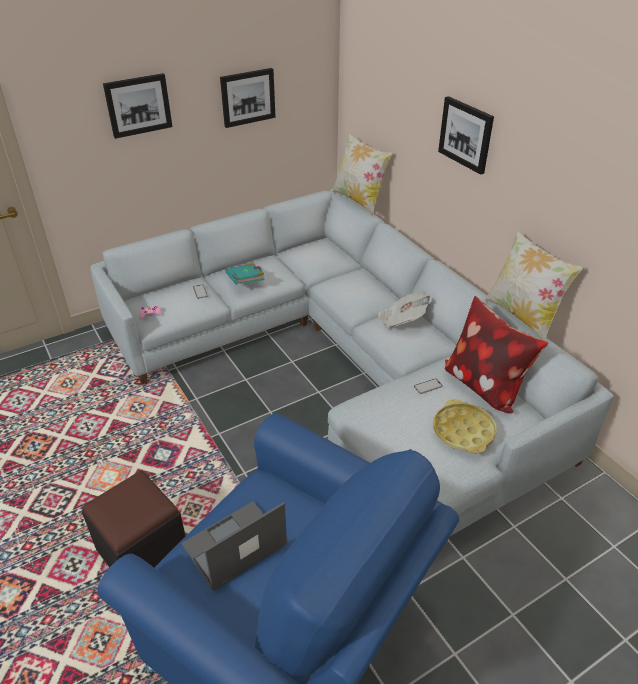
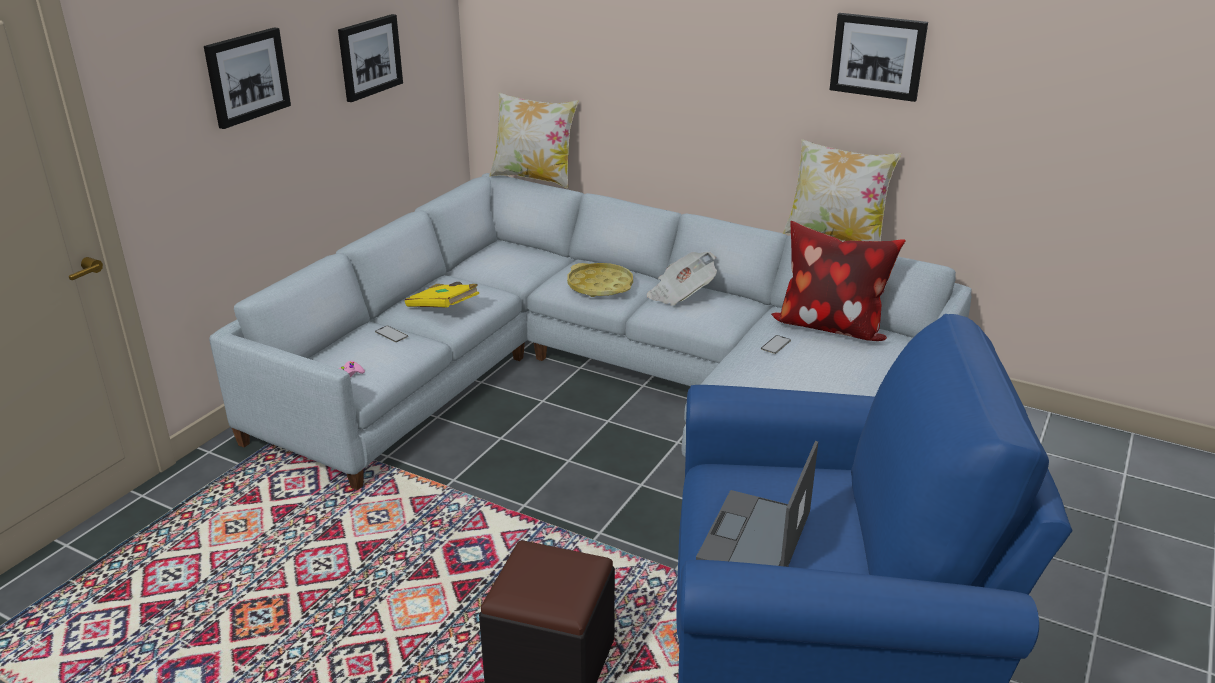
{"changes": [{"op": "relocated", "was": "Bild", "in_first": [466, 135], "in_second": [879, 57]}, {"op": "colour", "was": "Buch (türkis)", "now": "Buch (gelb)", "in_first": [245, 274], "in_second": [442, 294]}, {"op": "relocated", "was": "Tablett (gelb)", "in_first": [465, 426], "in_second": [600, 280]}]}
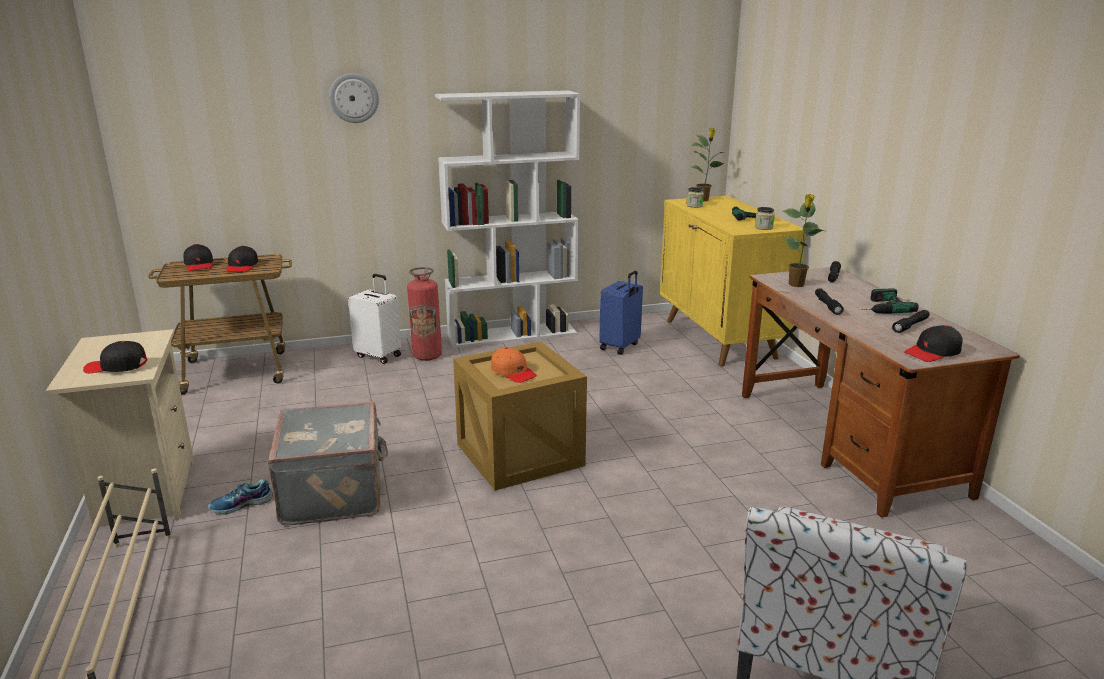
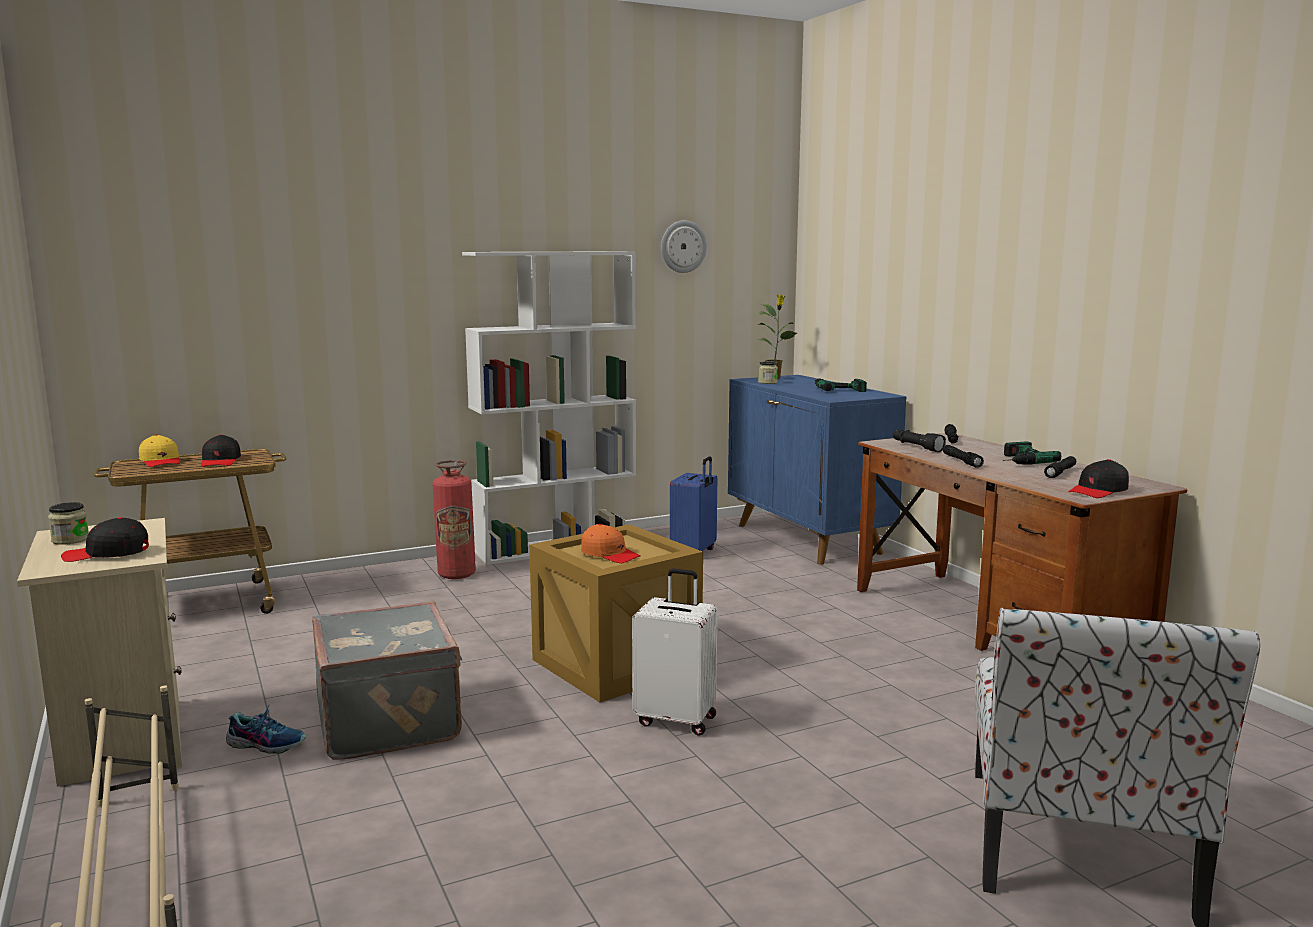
{"changes": [{"op": "relocated", "was": "Wanduhr", "in_first": [354, 98], "in_second": [684, 246]}, {"op": "exchanged", "was": "Topfpflanze", "now": "Taschenlampe (schwarz)", "in_first": [803, 240], "in_second": [919, 441]}, {"op": "colour", "was": "Schrank (gelb)", "now": "Schrank (blau)", "in_first": [733, 281], "in_second": [817, 470]}, {"op": "relocated", "was": "Vorratsglas", "in_first": [765, 218], "in_second": [68, 523]}, {"op": "colour", "was": "Kappe (schwarz)", "now": "Kappe (gelb)", "in_first": [198, 257], "in_second": [159, 450]}, {"op": "relocated", "was": "Koffer (weiß)", "in_first": [374, 319], "in_second": [674, 652]}, {"op": "spun", "was": "Schuh", "in_first": [240, 497], "in_second": [266, 729], "clockwise": -135}]}
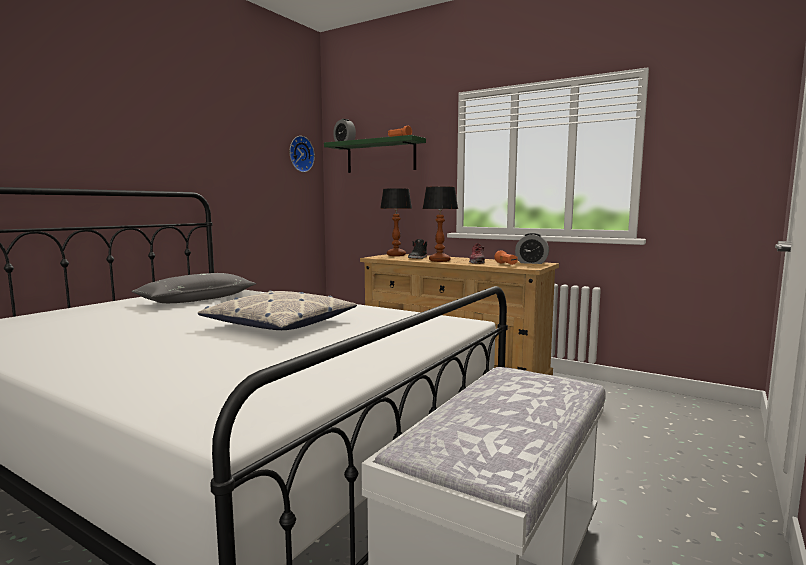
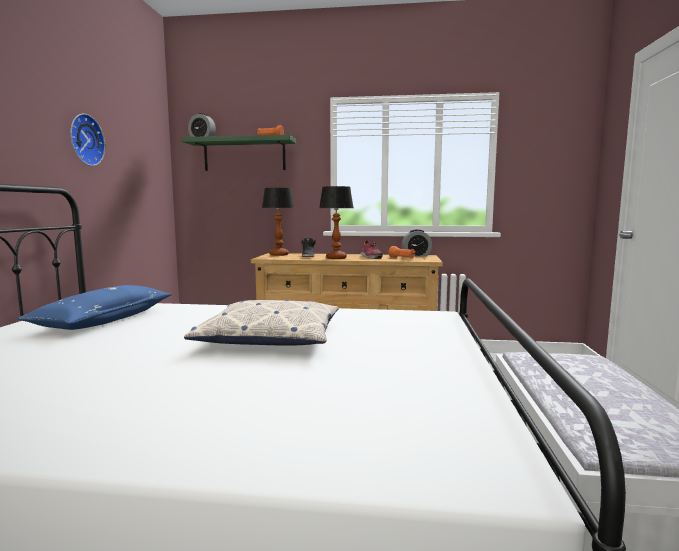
{"changes": [{"op": "relocated", "was": "Wanduhr", "in_first": [302, 154], "in_second": [87, 140]}, {"op": "colour", "was": "Kissen (grau)", "now": "Kissen (blau)", "in_first": [194, 288], "in_second": [94, 307]}]}
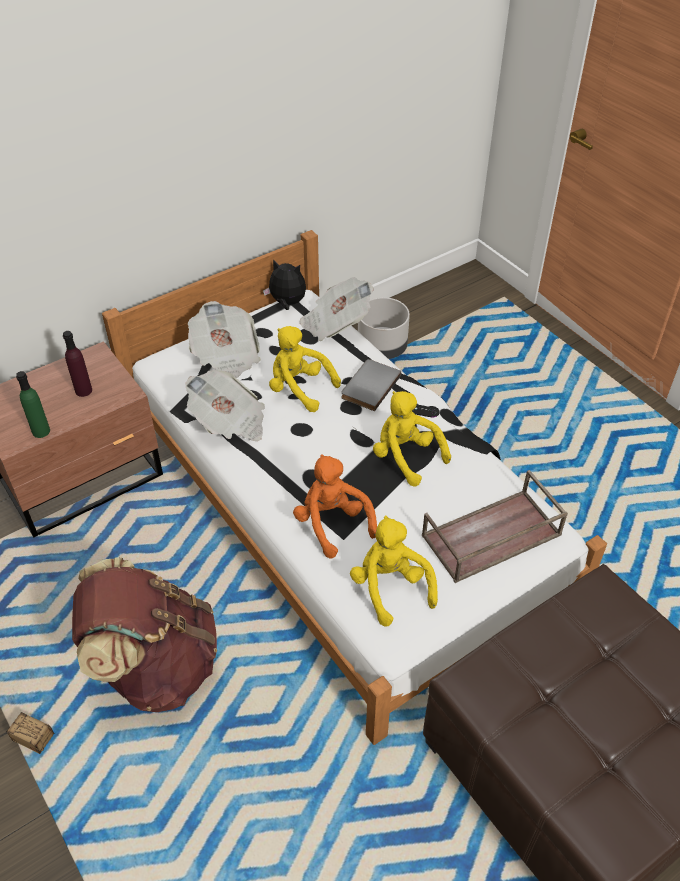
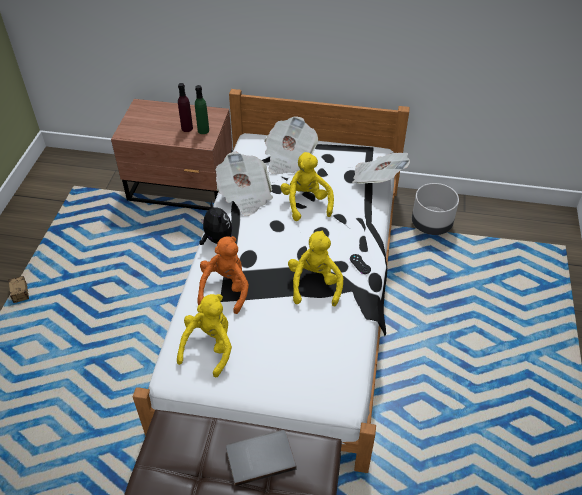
{"changes": [{"op": "relocated", "was": "Plüschtier", "in_first": [284, 285], "in_second": [215, 222]}, {"op": "relocated", "was": "Buch (grau)", "in_first": [371, 385], "in_second": [261, 458]}, {"op": "relocated", "was": "Flasche (grün)", "in_first": [33, 404], "in_second": [202, 109]}, {"op": "missing", "was": "Tablett (braun)", "in_first": [495, 526]}, {"op": "missing", "was": "Rucksack (braun)", "in_first": [144, 634]}]}
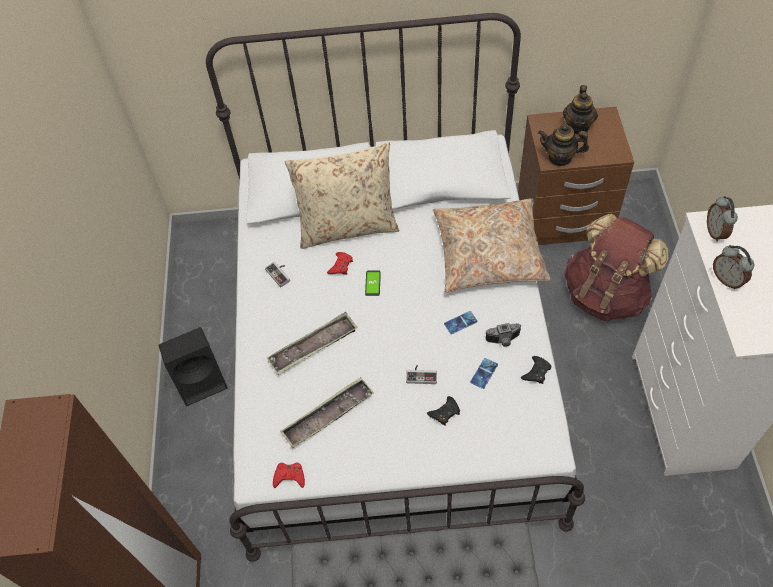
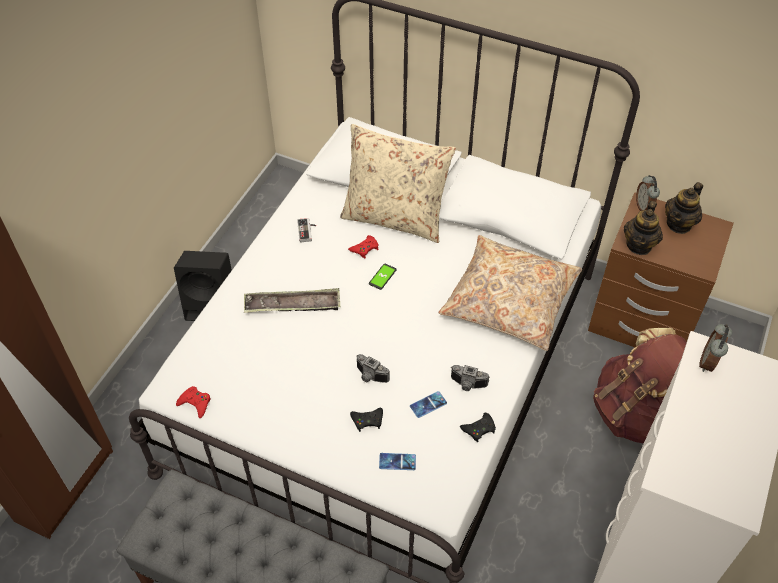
{"changes": [{"op": "spun", "was": "Teekanne", "in_first": [563, 145], "in_second": [643, 228], "clockwise": -105}, {"op": "relocated", "was": "Wecker", "in_first": [733, 267], "in_second": [648, 193]}, {"op": "relocated", "was": "Handy", "in_first": [461, 322], "in_second": [397, 461]}, {"op": "exchanged", "was": "Gamepad", "now": "Kamera", "in_first": [421, 374], "in_second": [373, 368]}, {"op": "missing", "was": "Tablett", "in_first": [327, 412]}]}
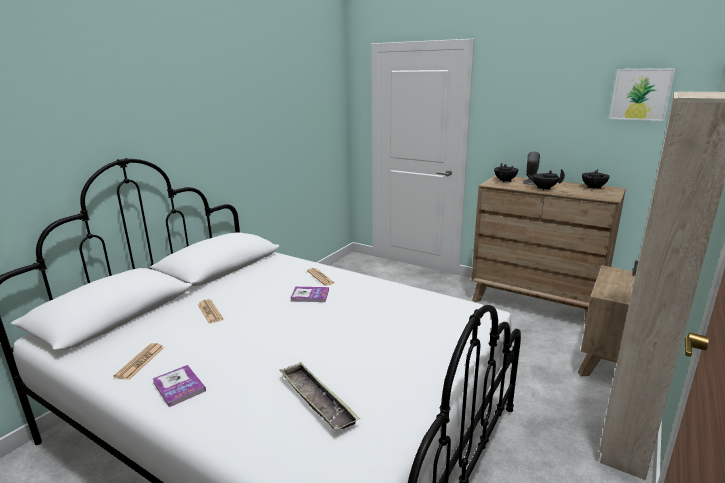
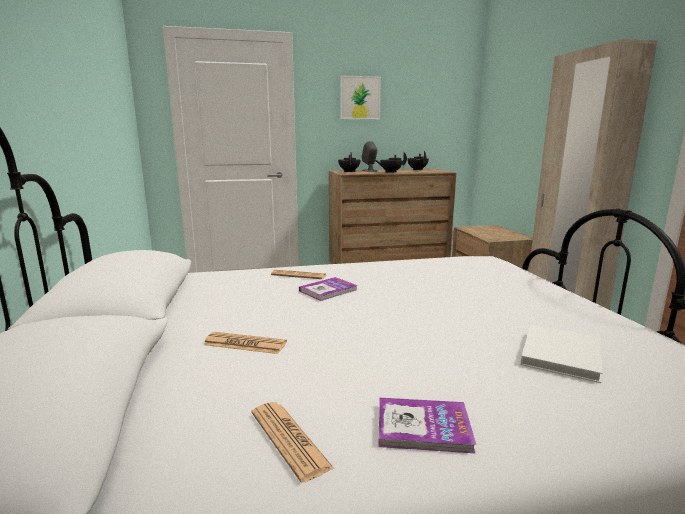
{"changes": [{"op": "relocated", "was": "Bild", "in_first": [642, 94], "in_second": [360, 98]}, {"op": "exchanged", "was": "Tablett", "now": "Buch (weiß)", "in_first": [319, 396], "in_second": [562, 353]}]}
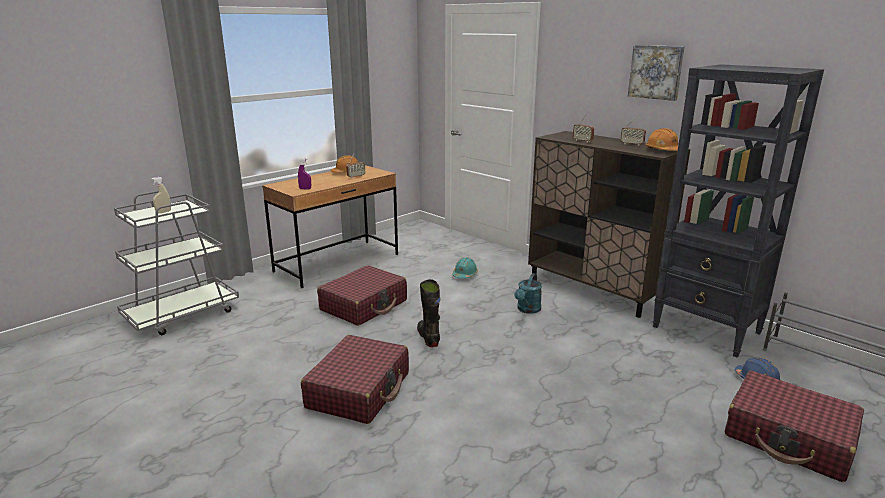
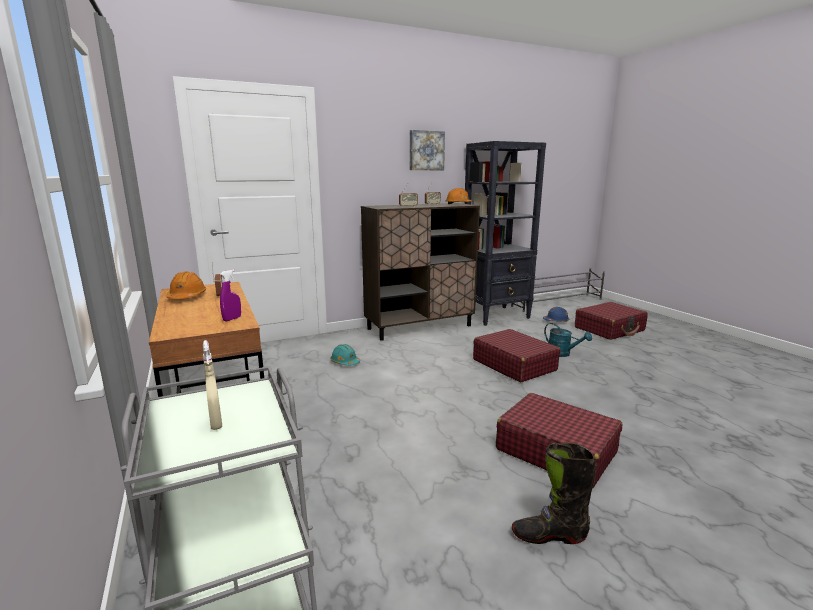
{"changes": [{"op": "relocated", "was": "Koffer (rot)", "in_first": [362, 295], "in_second": [516, 355]}, {"op": "relocated", "was": "Gießkanne (türkis)", "in_first": [528, 293], "in_second": [568, 340]}, {"op": "relocated", "was": "Stiefel (schwarz)", "in_first": [428, 313], "in_second": [554, 493]}]}
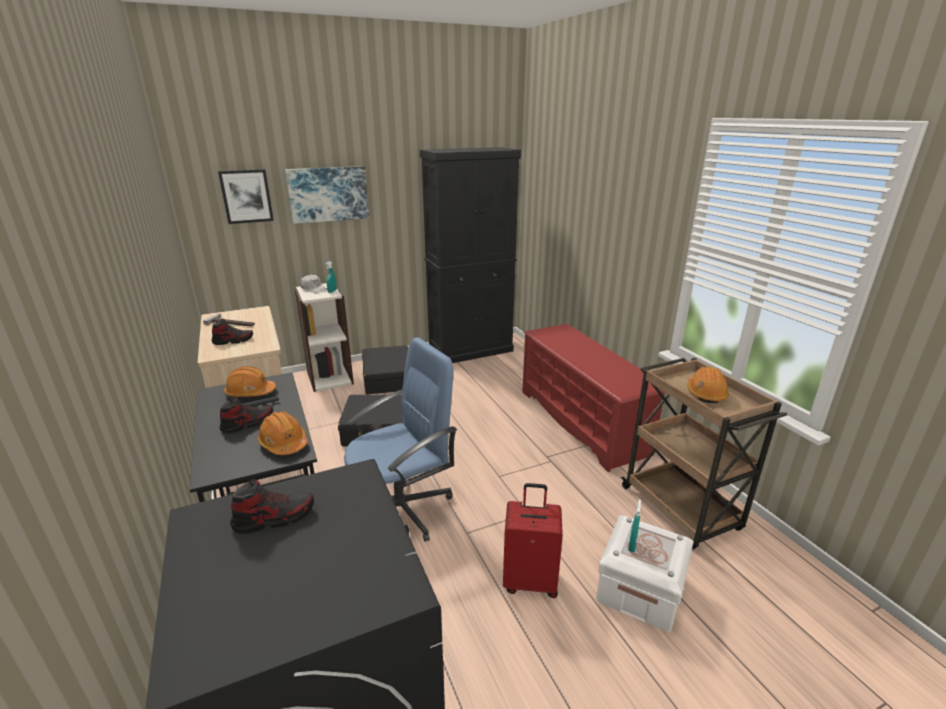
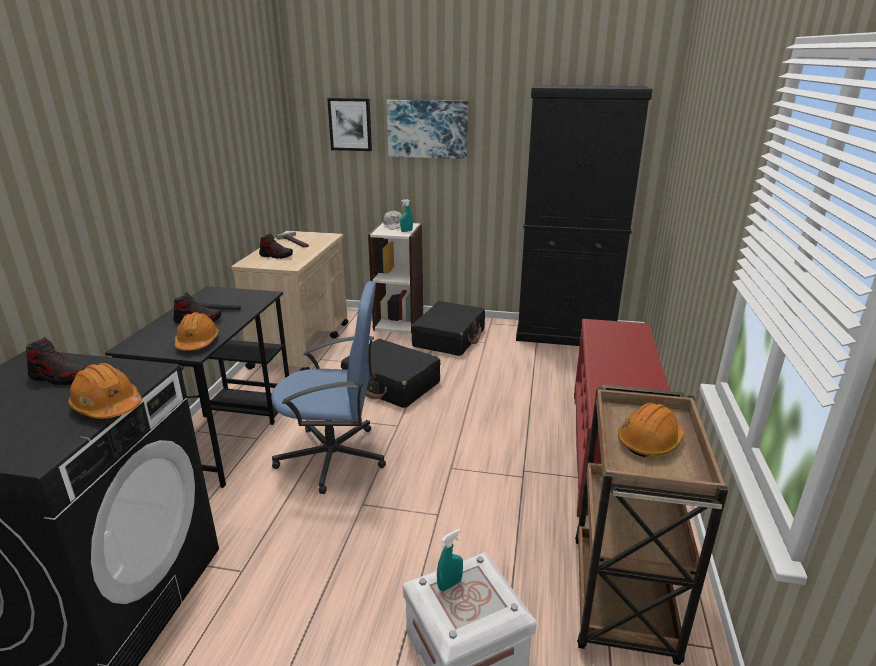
{"changes": [{"op": "relocated", "was": "Schutzhelm (orange)", "in_first": [250, 381], "in_second": [105, 391]}, {"op": "missing", "was": "Koffer (rot)", "in_first": [533, 540]}]}
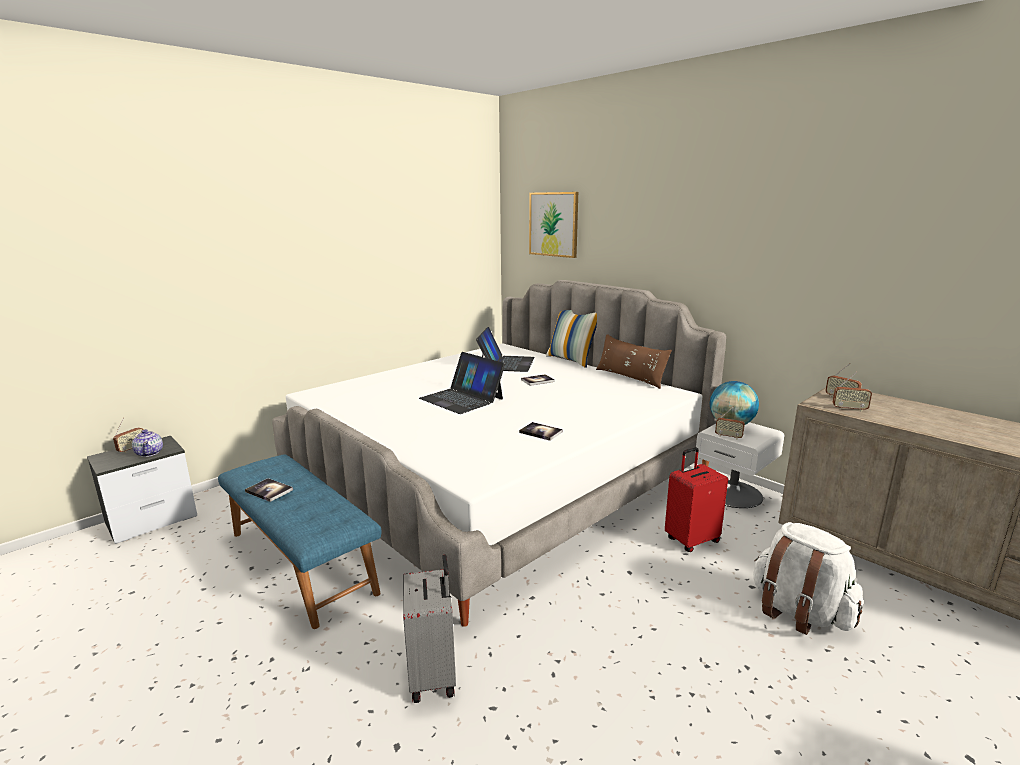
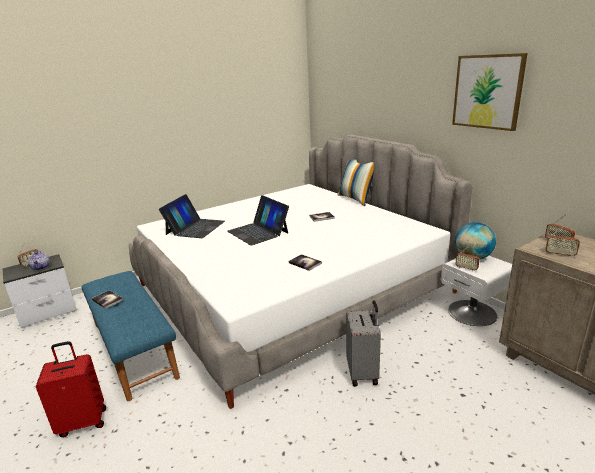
{"changes": [{"op": "relocated", "was": "Bild", "in_first": [553, 225], "in_second": [490, 92]}, {"op": "relocated", "was": "Laptop", "in_first": [505, 349], "in_second": [192, 216]}, {"op": "missing", "was": "Kissen (braun)", "in_first": [634, 361]}, {"op": "relocated", "was": "Koffer (rot)", "in_first": [696, 500], "in_second": [71, 389]}, {"op": "missing", "was": "Rucksack (weiß)", "in_first": [808, 578]}, {"op": "relocated", "was": "Koffer (grau)", "in_first": [429, 628], "in_second": [363, 343]}]}
